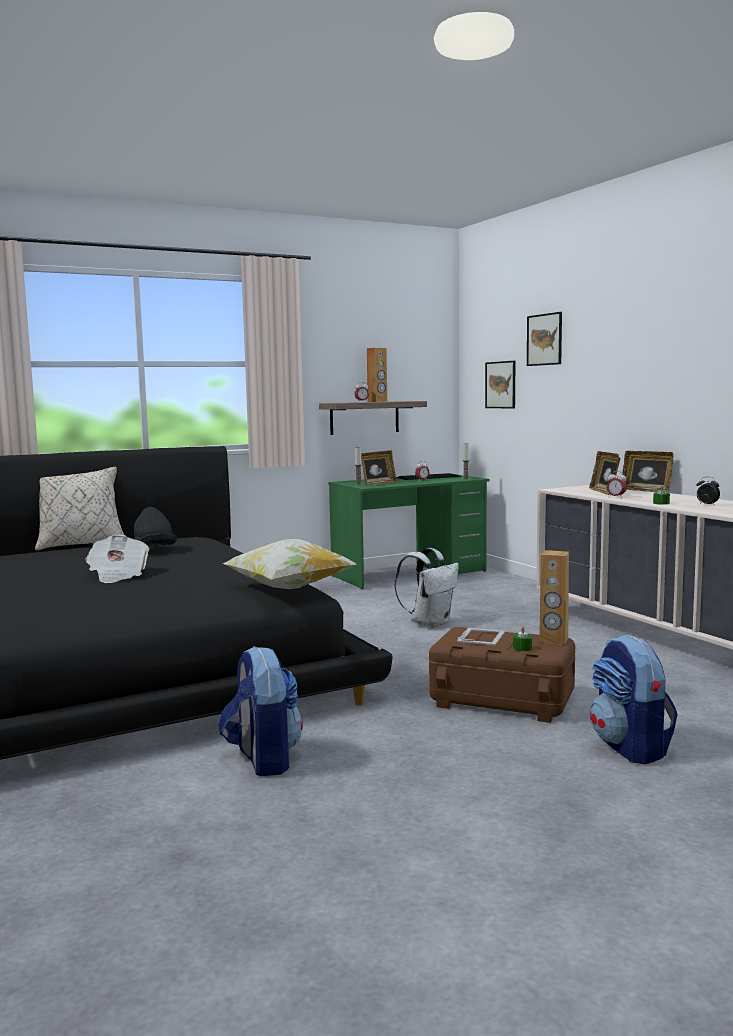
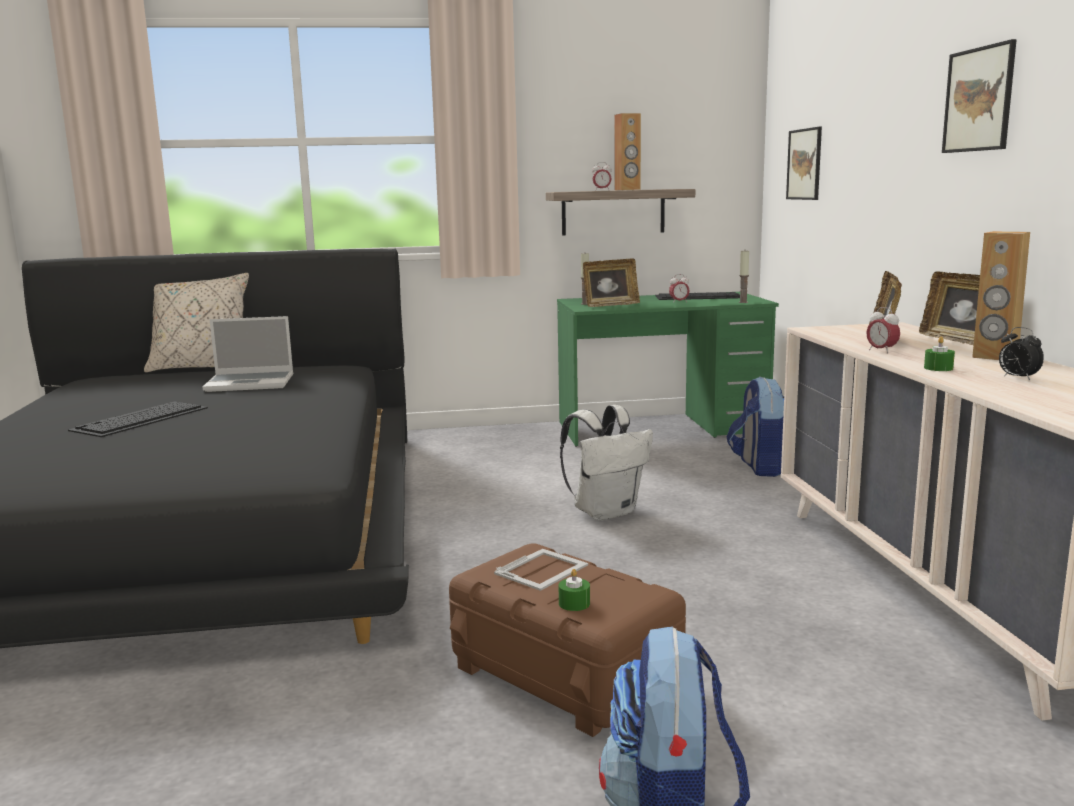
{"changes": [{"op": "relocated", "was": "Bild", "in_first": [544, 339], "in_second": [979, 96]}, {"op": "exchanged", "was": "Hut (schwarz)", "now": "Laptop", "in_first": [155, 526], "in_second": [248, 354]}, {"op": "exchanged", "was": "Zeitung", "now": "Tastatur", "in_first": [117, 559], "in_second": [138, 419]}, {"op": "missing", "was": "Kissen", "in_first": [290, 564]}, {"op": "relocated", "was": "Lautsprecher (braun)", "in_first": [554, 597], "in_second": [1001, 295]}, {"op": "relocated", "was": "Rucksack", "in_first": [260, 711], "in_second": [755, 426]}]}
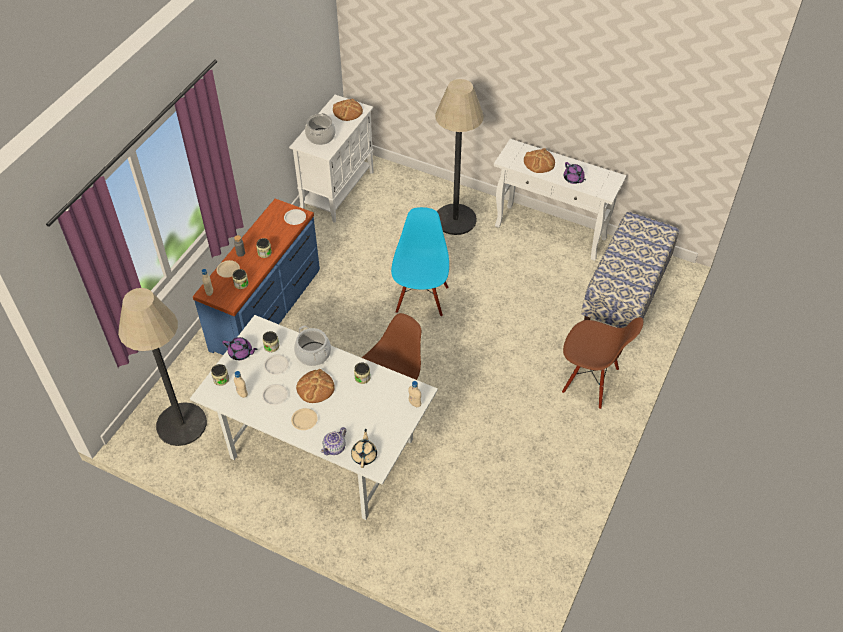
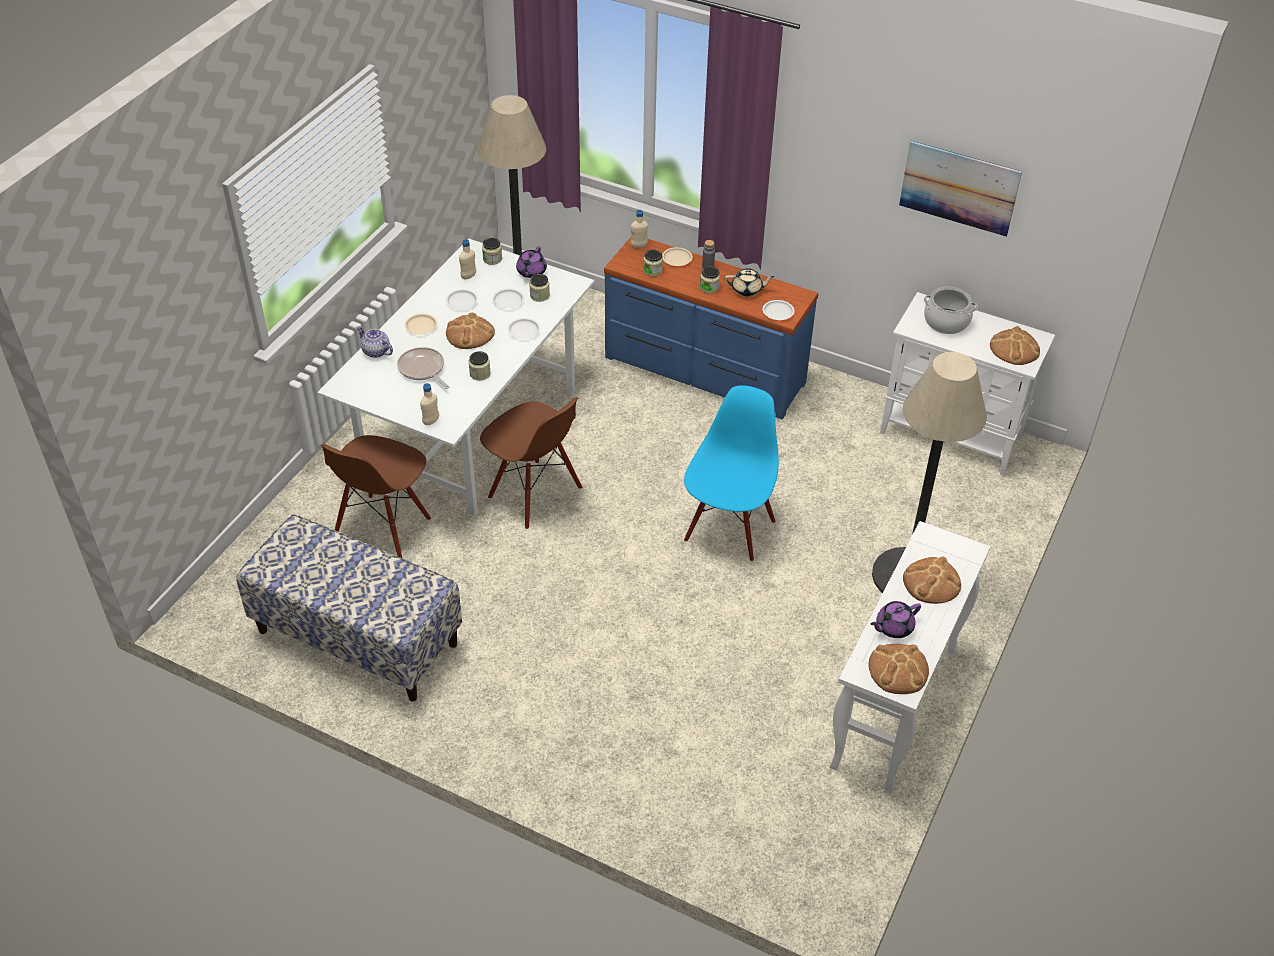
{"changes": [{"op": "spun", "was": "Stuhl (blau)", "in_first": [420, 262], "in_second": [731, 473], "clockwise": -75}, {"op": "relocated", "was": "Bank", "in_first": [630, 270], "in_second": [349, 607]}, {"op": "relocated", "was": "Stuhl (braun)", "in_first": [602, 363], "in_second": [376, 496]}, {"op": "exchanged", "was": "Kochtopf", "now": "Teller (weiß)", "in_first": [312, 346], "in_second": [524, 328]}, {"op": "relocated", "was": "Teekanne (beige)", "in_first": [364, 448], "in_second": [749, 282]}, {"op": "appeared", "now": "Bild", "in_second": [960, 188]}, {"op": "appeared", "now": "Pfanne", "in_second": [423, 368]}, {"op": "appeared", "now": "Brot", "in_second": [898, 669]}]}
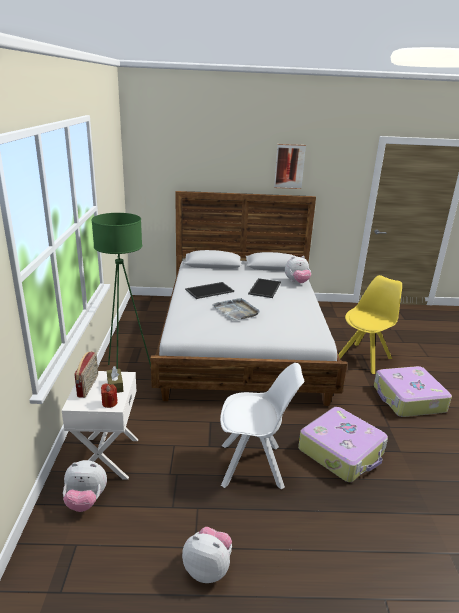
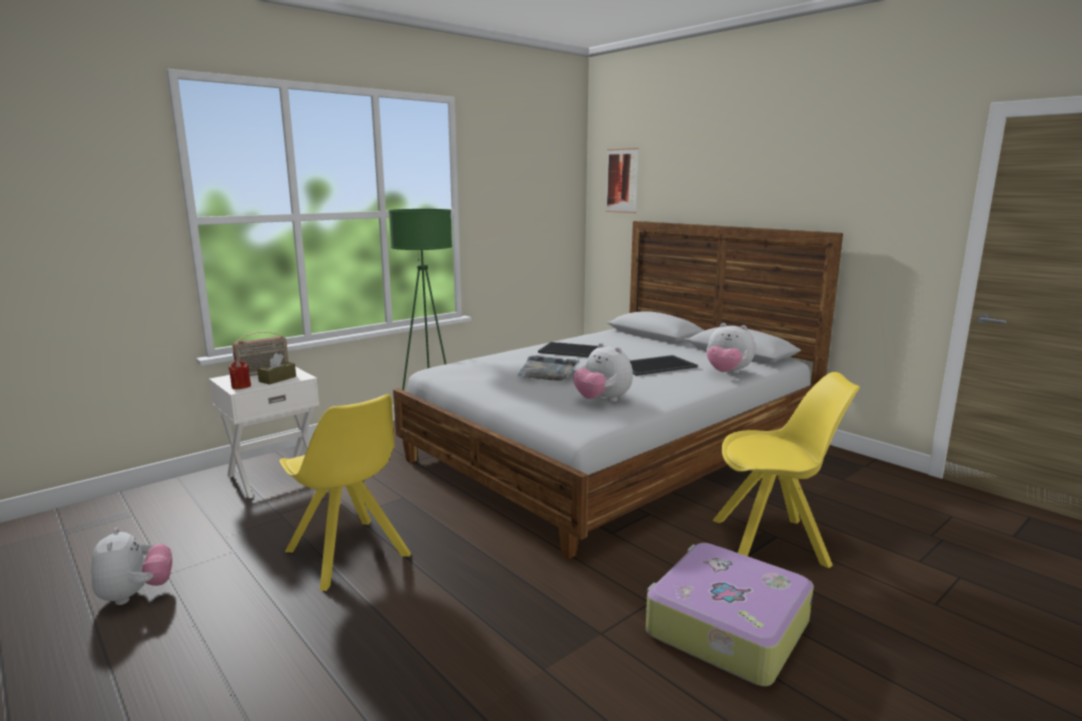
{"changes": [{"op": "relocated", "was": "Bild", "in_first": [290, 166], "in_second": [622, 180]}, {"op": "colour", "was": "Stuhl (weiß)", "now": "Stuhl (gelb)", "in_first": [262, 426], "in_second": [345, 492]}, {"op": "missing", "was": "Koffer", "in_first": [343, 444]}, {"op": "relocated", "was": "Plüschtier", "in_first": [85, 486], "in_second": [603, 372]}]}
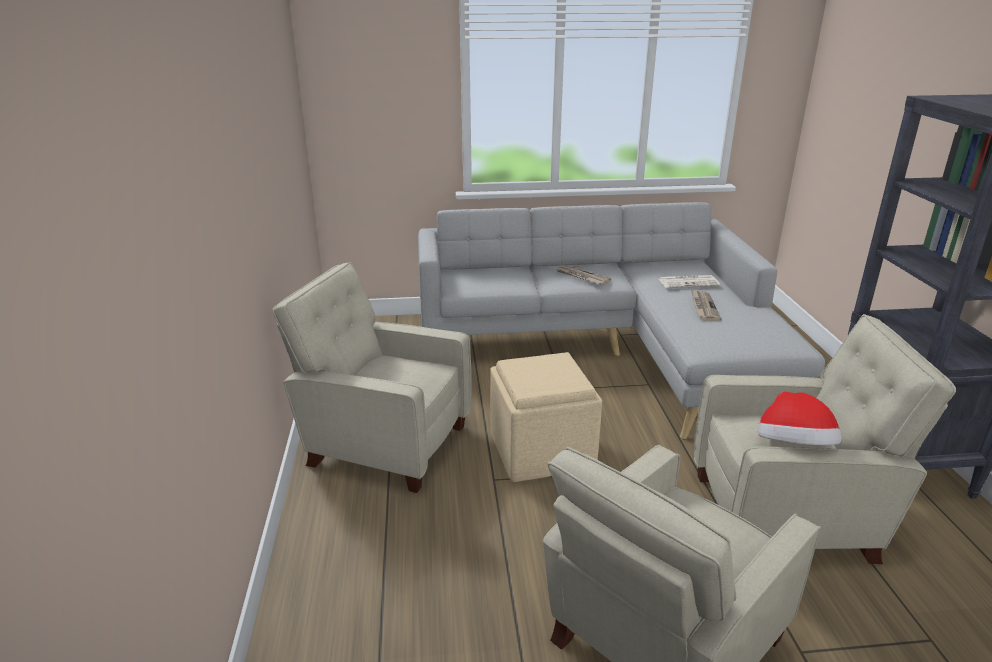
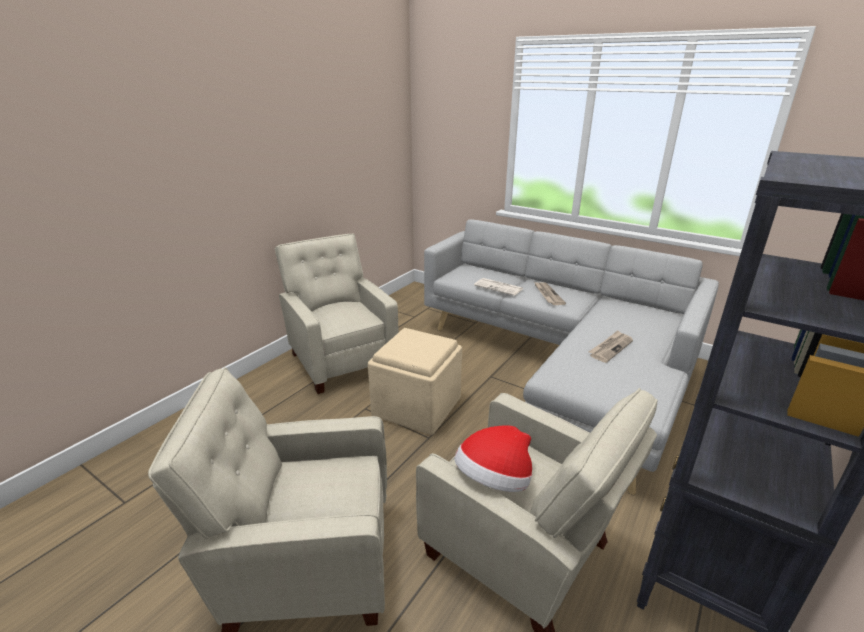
{"changes": [{"op": "relocated", "was": "Zeitung", "in_first": [689, 281], "in_second": [498, 287]}]}
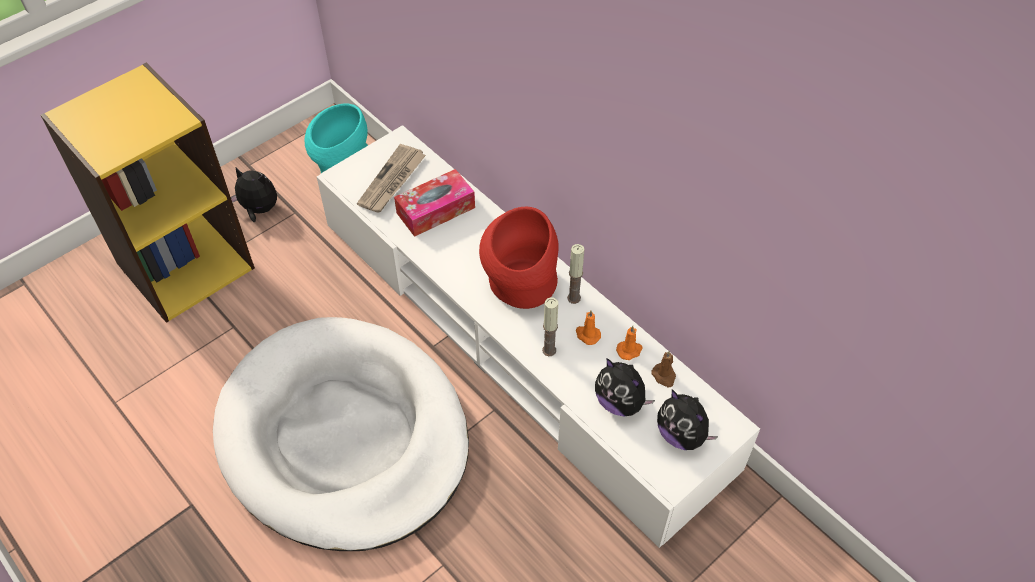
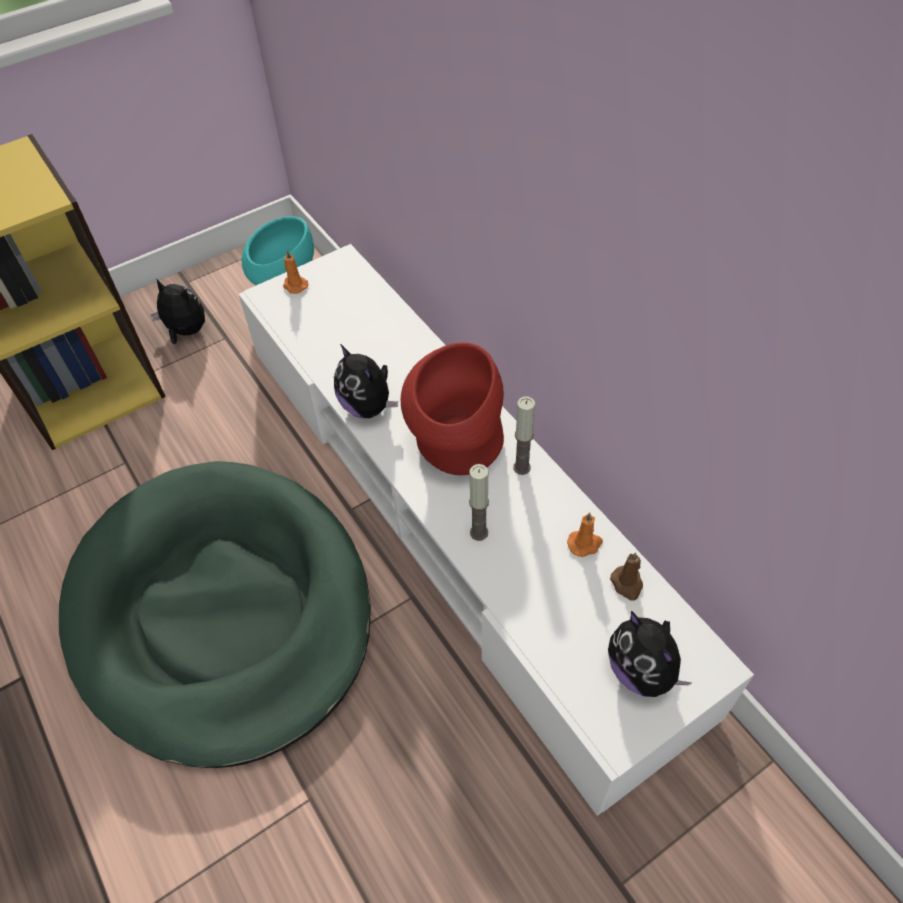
{"changes": [{"op": "missing", "was": "Zeitung", "in_first": [391, 178]}, {"op": "missing", "was": "Taschentuchbox", "in_first": [434, 203]}, {"op": "relocated", "was": "Kerze (orange)", "in_first": [588, 328], "in_second": [295, 272]}, {"op": "colour", "was": "Hundebett (weiß)", "now": "Hundebett (grün)", "in_first": [341, 434], "in_second": [215, 614]}, {"op": "relocated", "was": "Plüschtier", "in_first": [625, 387], "in_second": [366, 381]}]}
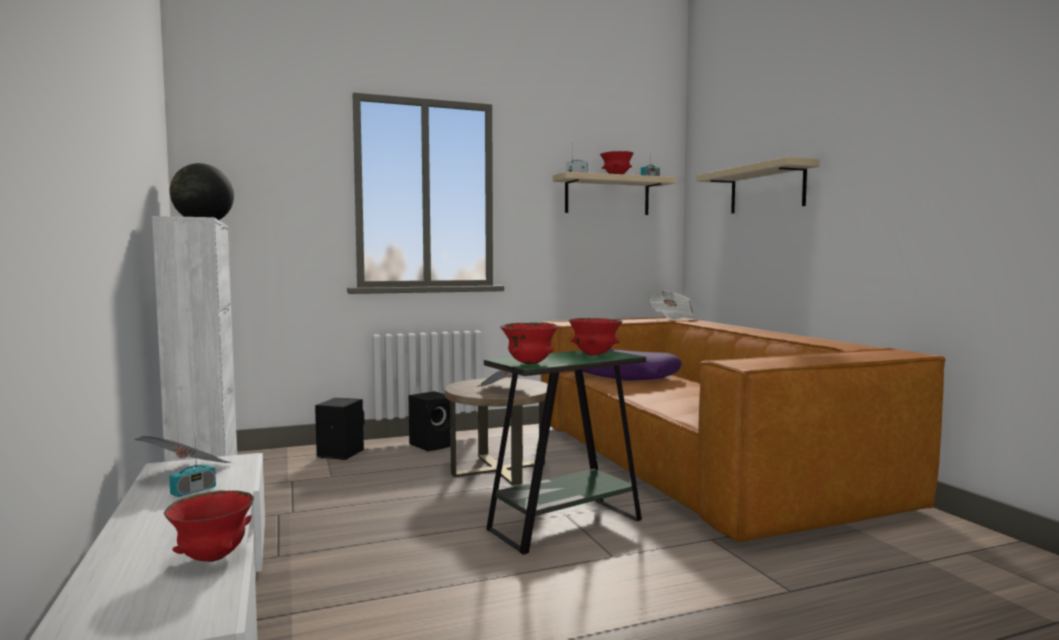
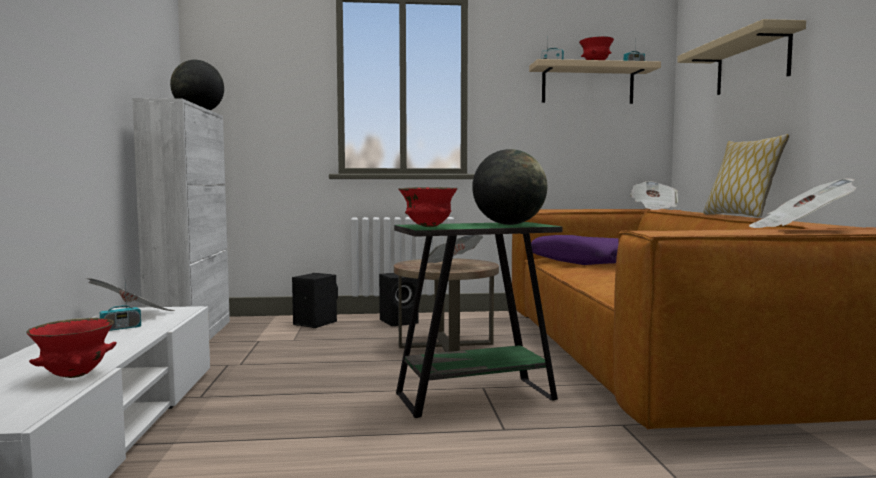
{"changes": [{"op": "exchanged", "was": "Schüssel (rot)", "now": "Globus", "in_first": [596, 337], "in_second": [509, 187]}, {"op": "appeared", "now": "Kissen", "in_second": [746, 175]}, {"op": "appeared", "now": "Zeitung", "in_second": [802, 203]}]}
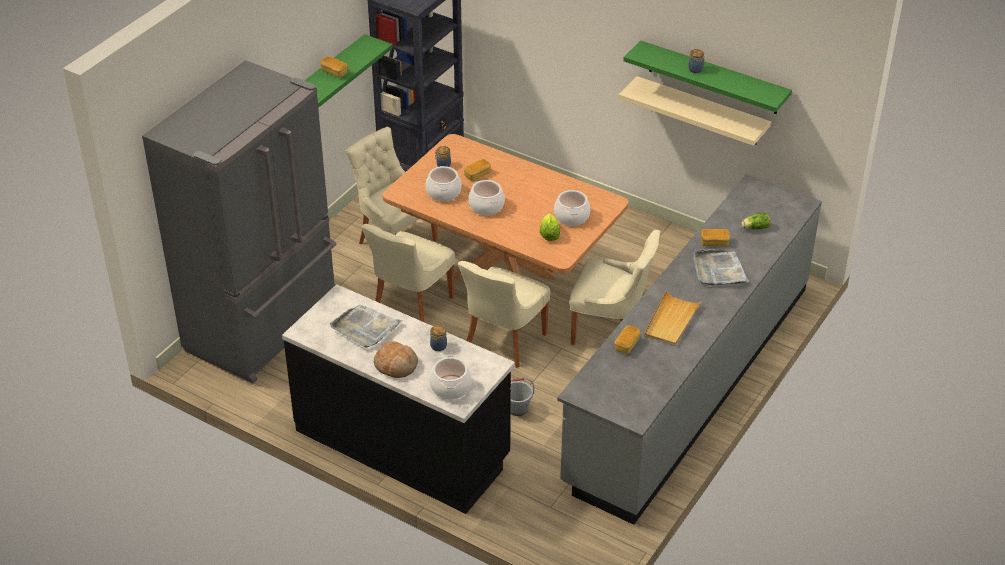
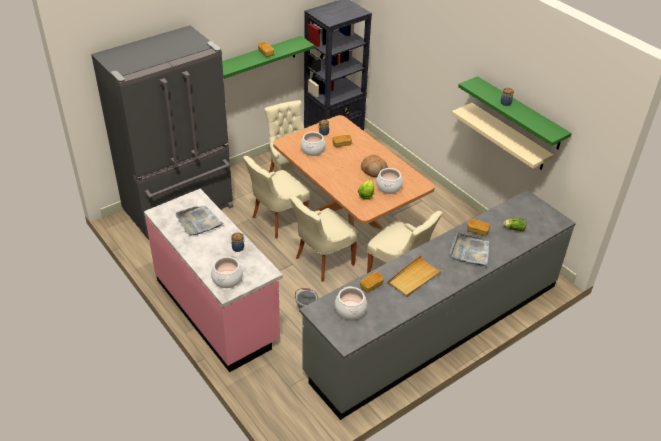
{"changes": [{"op": "relocated", "was": "Kochtopf", "in_first": [486, 198], "in_second": [351, 303]}, {"op": "colour", "was": "Küchenzeile (schwarz)", "now": "Küchenzeile (rosa)", "in_first": [398, 399], "in_second": [213, 280]}, {"op": "relocated", "was": "Brot", "in_first": [396, 359], "in_second": [374, 166]}]}
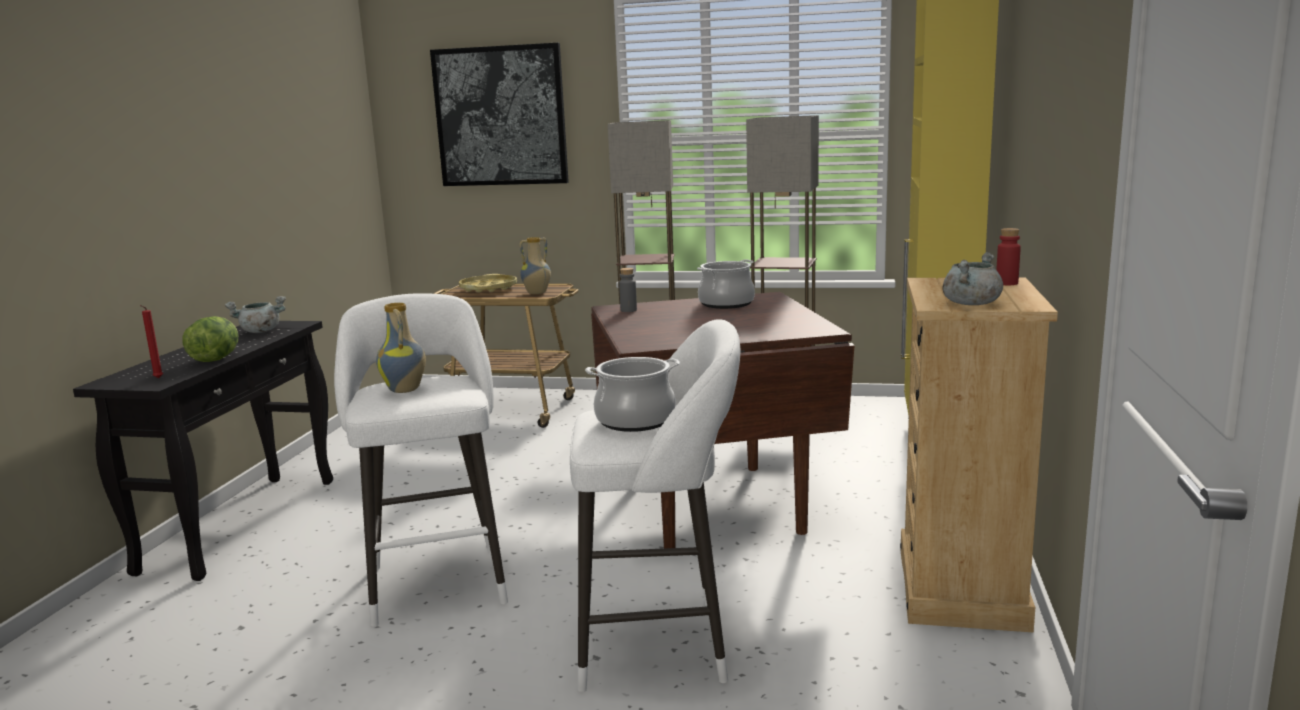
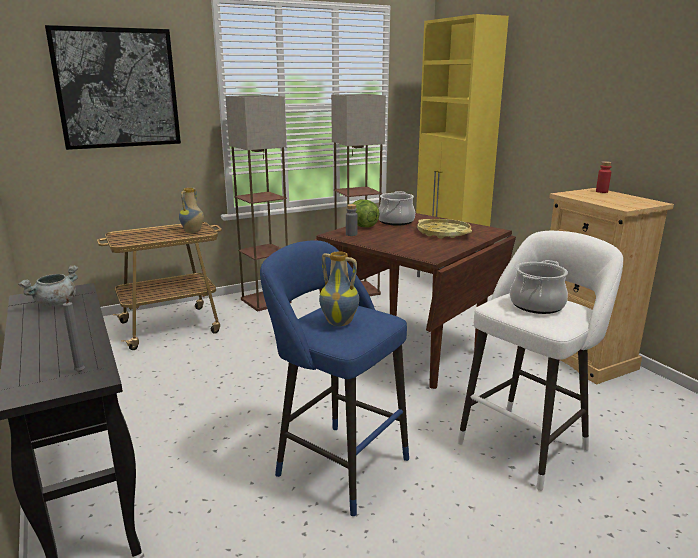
{"changes": [{"op": "missing", "was": "Kochtopf (grau)", "in_first": [972, 278]}, {"op": "relocated", "was": "Tablett (gelb)", "in_first": [488, 283], "in_second": [444, 229]}, {"op": "colour", "was": "Hocker (weiß)", "now": "Hocker (blau)", "in_first": [421, 460], "in_second": [334, 378]}, {"op": "colour", "was": "Kerze (rot)", "now": "Kerze (grau)", "in_first": [151, 341], "in_second": [74, 335]}, {"op": "relocated", "was": "Salatkopf", "in_first": [210, 339], "in_second": [366, 213]}]}
